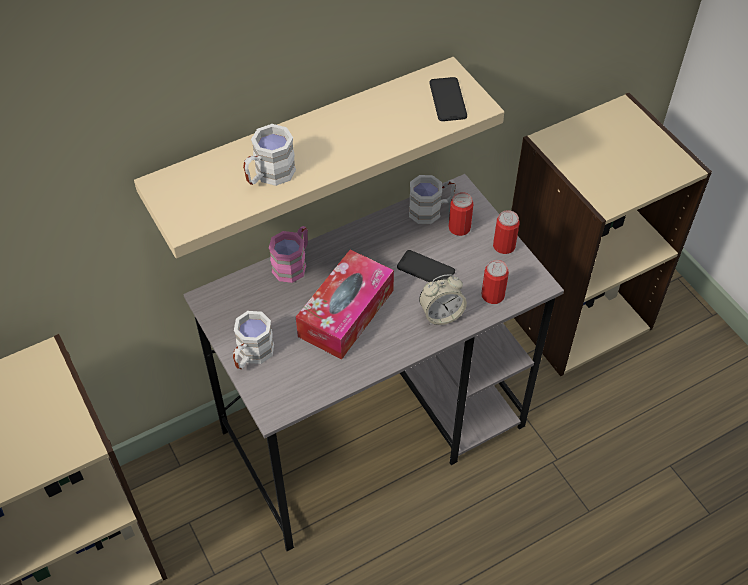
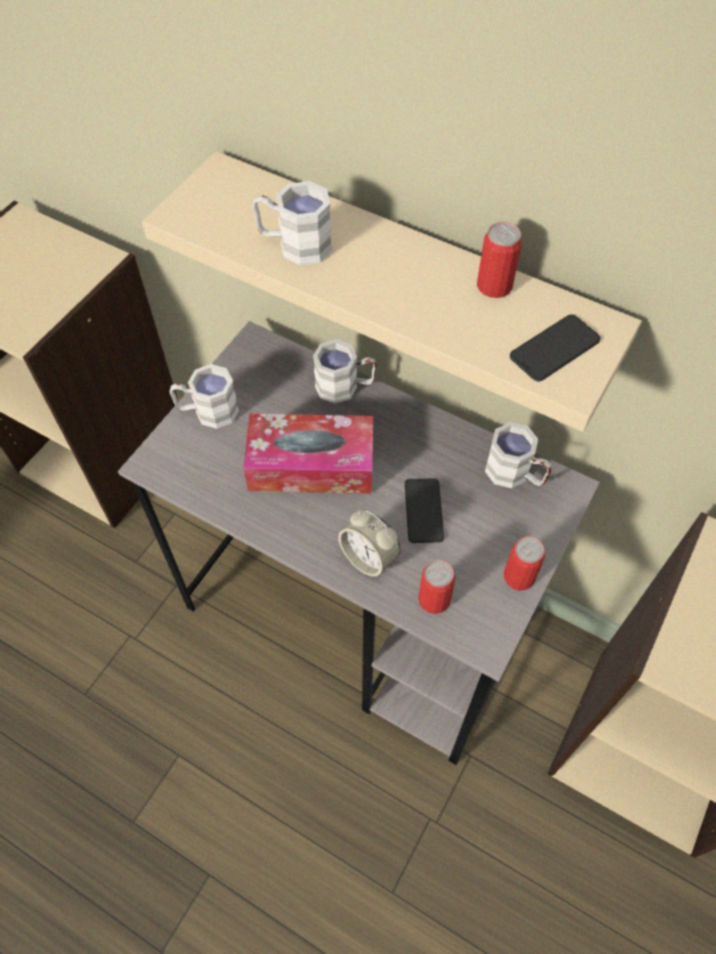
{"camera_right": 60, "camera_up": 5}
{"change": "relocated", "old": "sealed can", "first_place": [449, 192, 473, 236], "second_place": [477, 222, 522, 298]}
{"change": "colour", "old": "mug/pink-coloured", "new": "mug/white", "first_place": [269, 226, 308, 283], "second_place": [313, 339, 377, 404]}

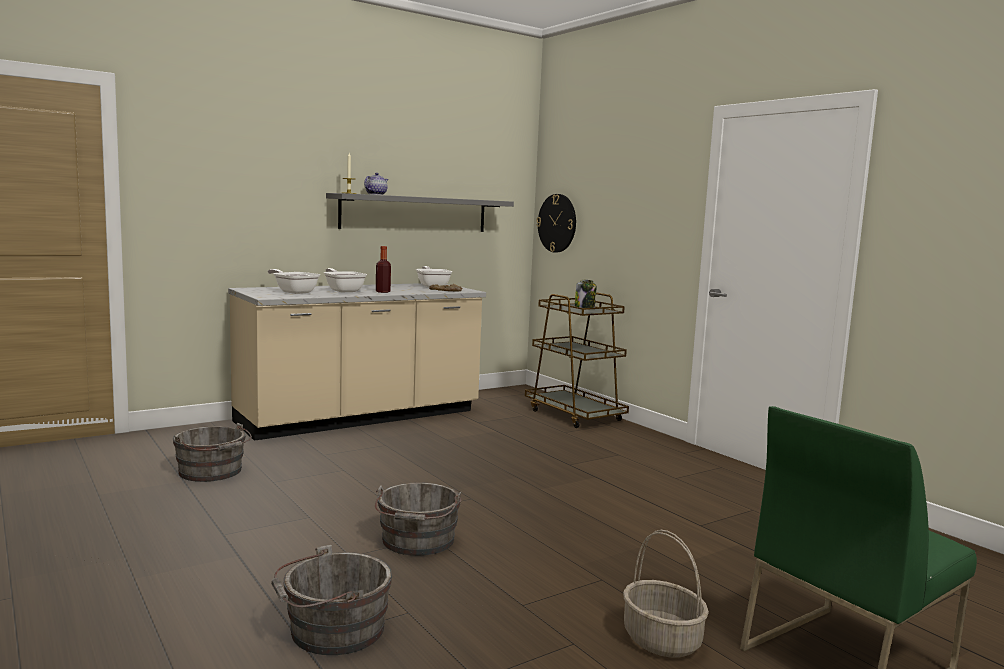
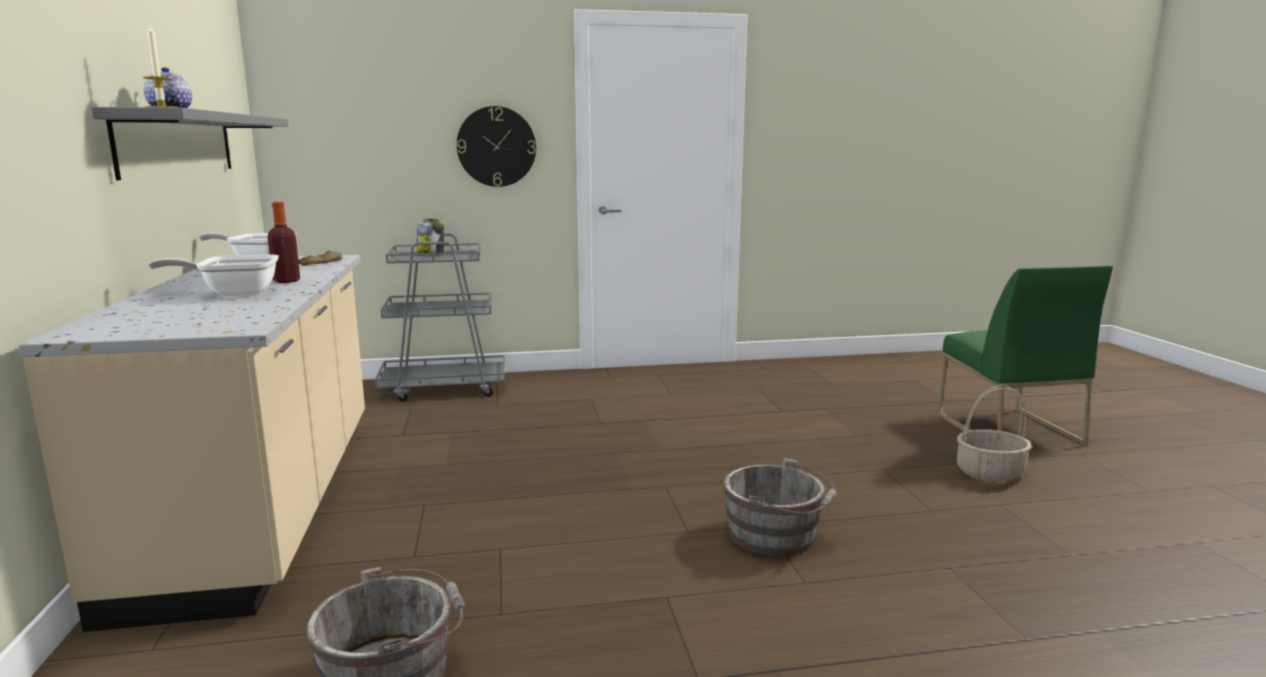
{"camera_right": -65, "camera_up": 5}
{"change": "missing", "old": "frying pan", "first_place": [268, 269, 320, 294]}
{"change": "missing", "old": "bucket/gray", "first_place": [271, 545, 392, 655]}
{"change": "relocated", "old": "hanging clock", "first_place": [536, 194, 576, 253], "second_place": [457, 106, 536, 187]}
{"change": "colour", "old": "wheeled cart/brown", "new": "wheeled cart/gray", "first_place": [525, 292, 629, 428], "second_place": [375, 233, 506, 402]}

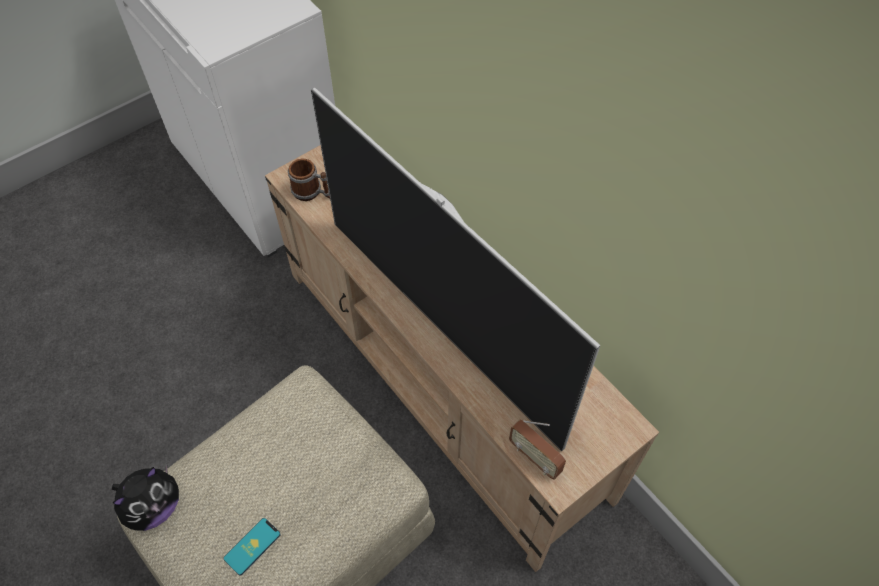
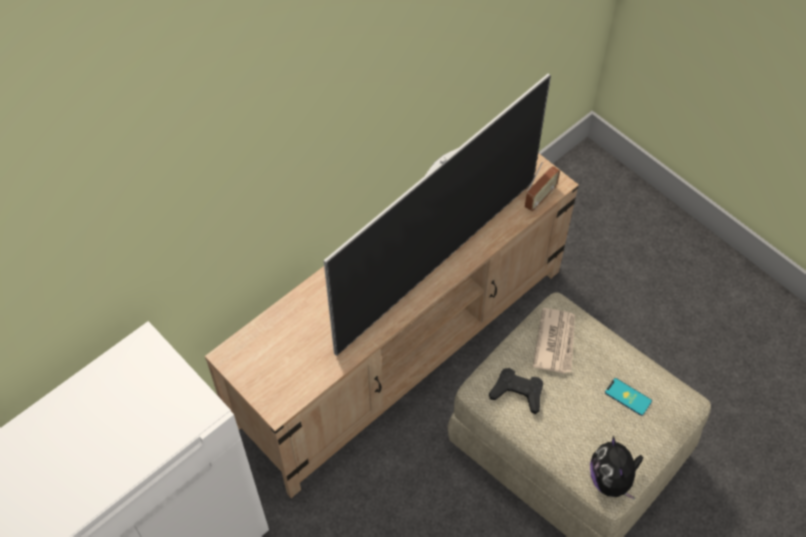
{"camera_right": -95, "camera_up": 0}
{"change": "missing", "old": "mug", "first_place": [288, 158, 330, 201]}
{"change": "appeared", "new": "game controller/black-coloured", "second_place": [489, 368, 543, 414]}
{"change": "appeared", "new": "printed paper", "second_place": [533, 308, 575, 374]}
{"change": "spun", "old": "soft toy", "first_place": [112, 463, 179, 531], "second_place": [590, 436, 643, 500], "degrees": -135}

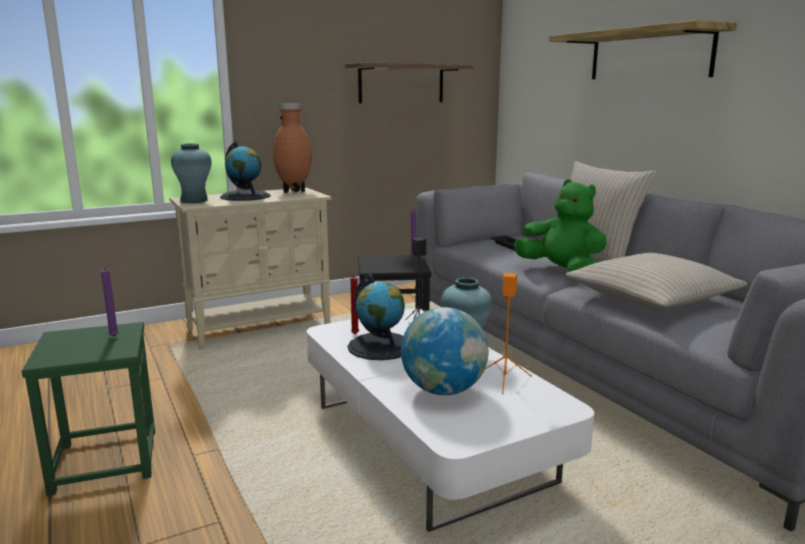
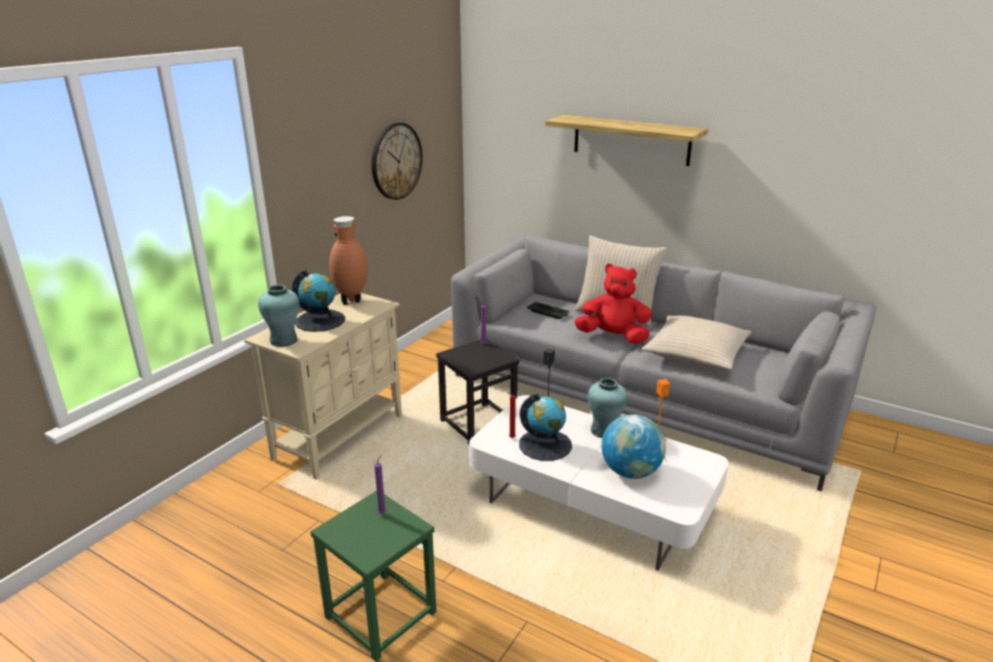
{"camera_right": -30, "camera_up": 10}
{"change": "exchanged", "old": "shelf", "new": "hanging clock", "first_place": [345, 62, 474, 103], "second_place": [372, 122, 423, 200]}
{"change": "colour", "old": "soft toy/greenish", "new": "soft toy/red-coloured", "first_place": [514, 179, 607, 272], "second_place": [574, 264, 652, 344]}

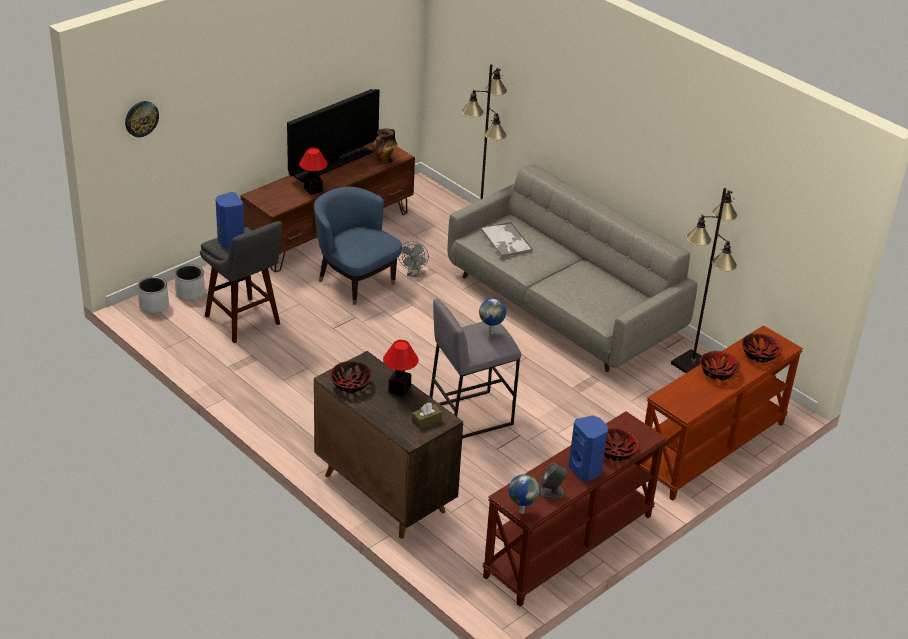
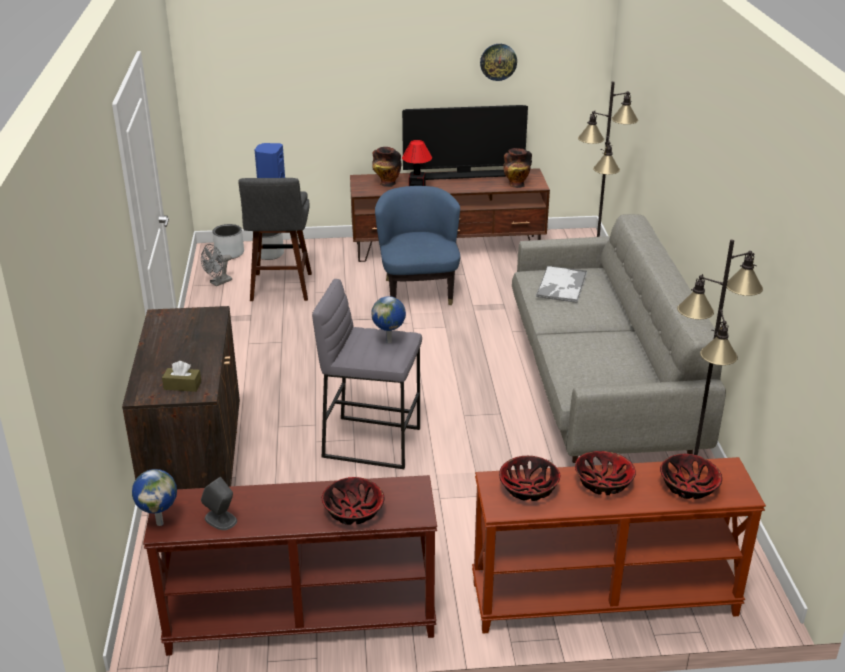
{"camera_right": 40, "camera_up": -5}
{"change": "missing", "old": "lamp for a table", "first_place": [383, 340, 418, 396]}
{"change": "missing", "old": "speaker/bluish", "first_place": [569, 415, 608, 482]}
{"change": "appeared", "new": "vase", "second_place": [372, 147, 402, 187]}
{"change": "relocated", "old": "hanging clock", "first_place": [125, 101, 159, 137], "second_place": [480, 44, 517, 81]}
{"change": "relocated", "old": "bowl", "first_place": [330, 361, 372, 393], "second_place": [499, 456, 560, 501]}
{"change": "relocated", "old": "cooling fan/gray", "first_place": [398, 241, 429, 277], "second_place": [201, 244, 232, 286]}

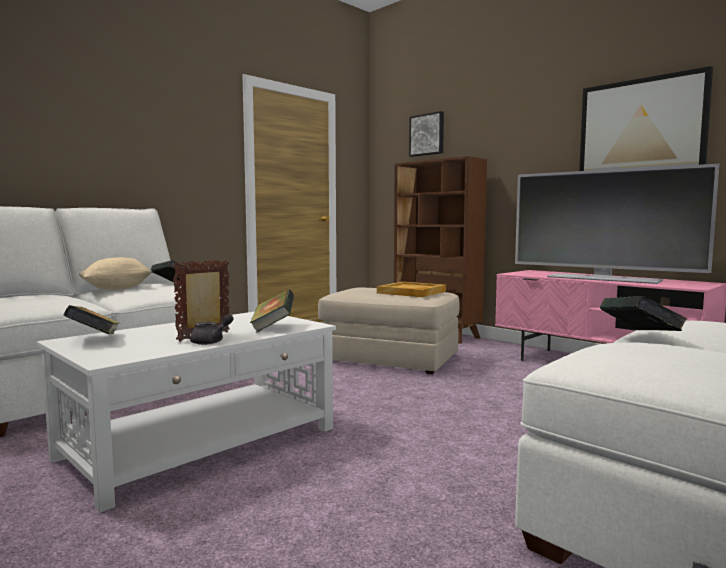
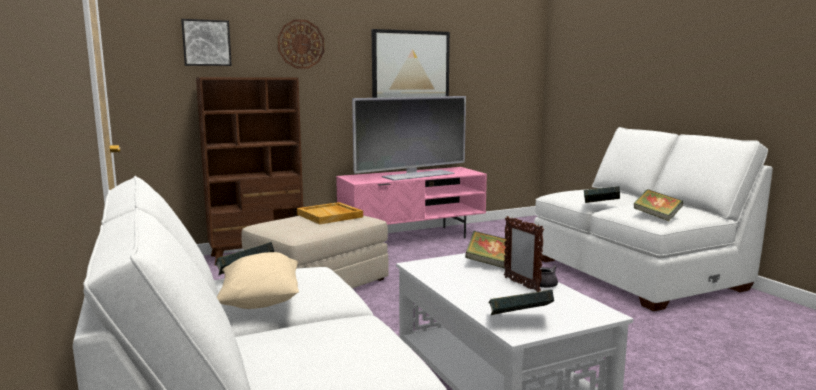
{"camera_right": -70, "camera_up": 5}
{"change": "appeared", "new": "hanging clock", "second_place": [277, 19, 325, 69]}
{"change": "appeared", "new": "book", "second_place": [634, 189, 683, 221]}

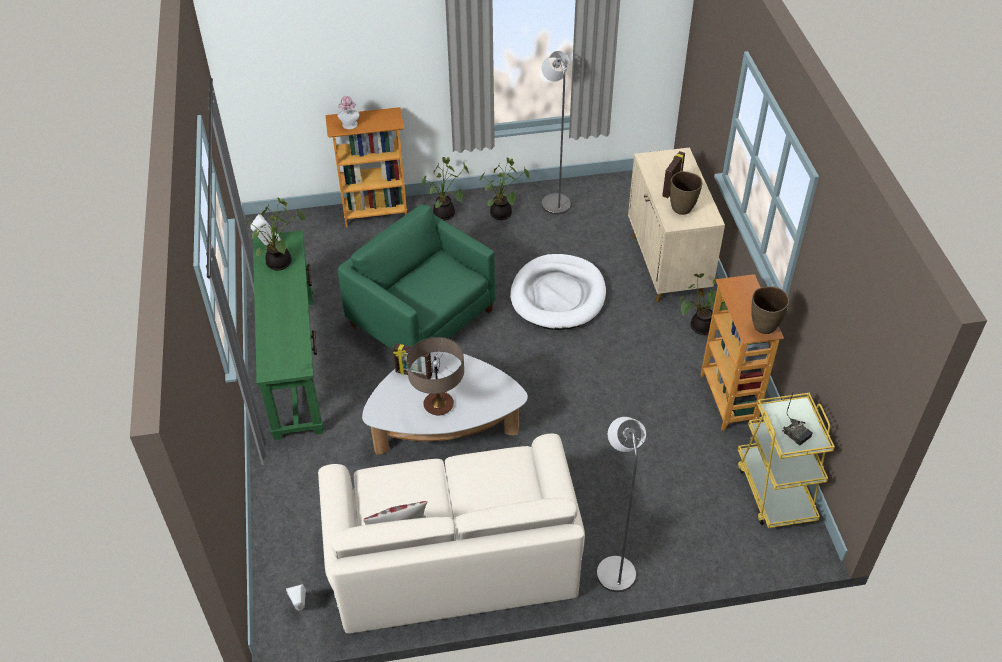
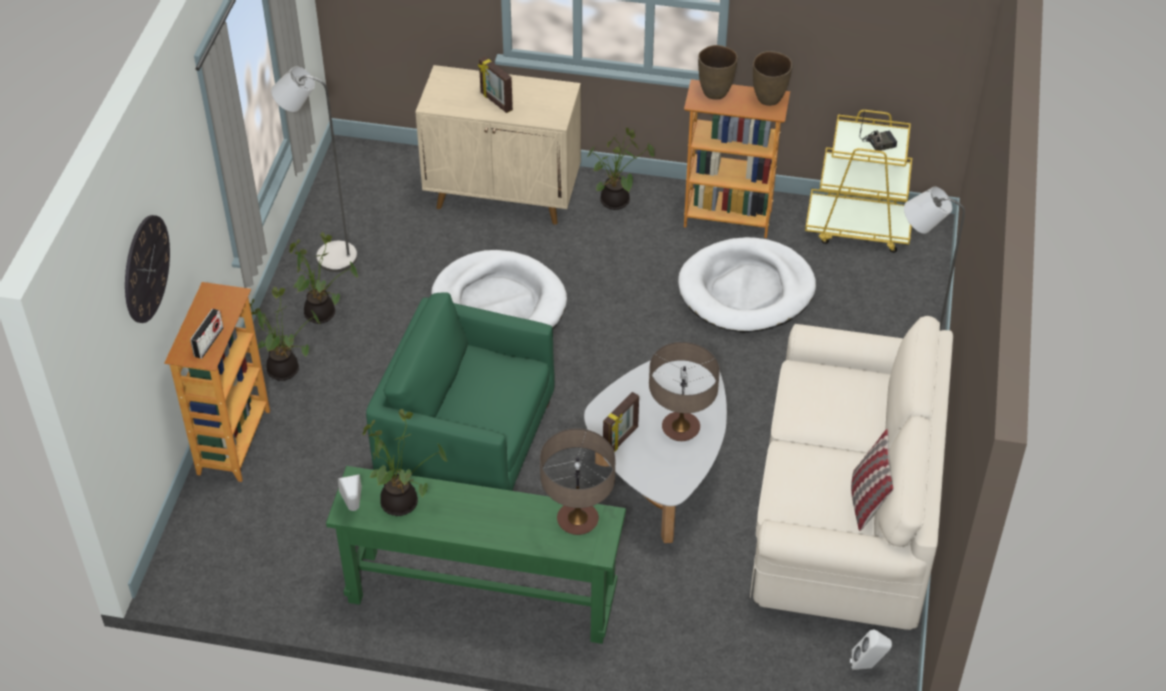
{"camera_right": -70, "camera_up": 0}
{"change": "appeared", "new": "hanging clock", "second_place": [125, 215, 170, 323]}
{"change": "appeared", "new": "lamp for a table", "second_place": [540, 428, 615, 535]}
{"change": "appeared", "new": "dog bed/white", "second_place": [678, 237, 816, 332]}
{"change": "relocated", "old": "vase/brown", "first_place": [670, 171, 702, 215], "second_place": [698, 45, 738, 100]}
{"change": "exchanged", "old": "hat", "new": "radio", "first_place": [338, 96, 360, 129], "second_place": [190, 308, 224, 359]}
{"change": "spun", "old": "lounge chair/greenish", "first_place": [338, 205, 495, 350], "second_place": [366, 292, 555, 491], "degrees": 45}

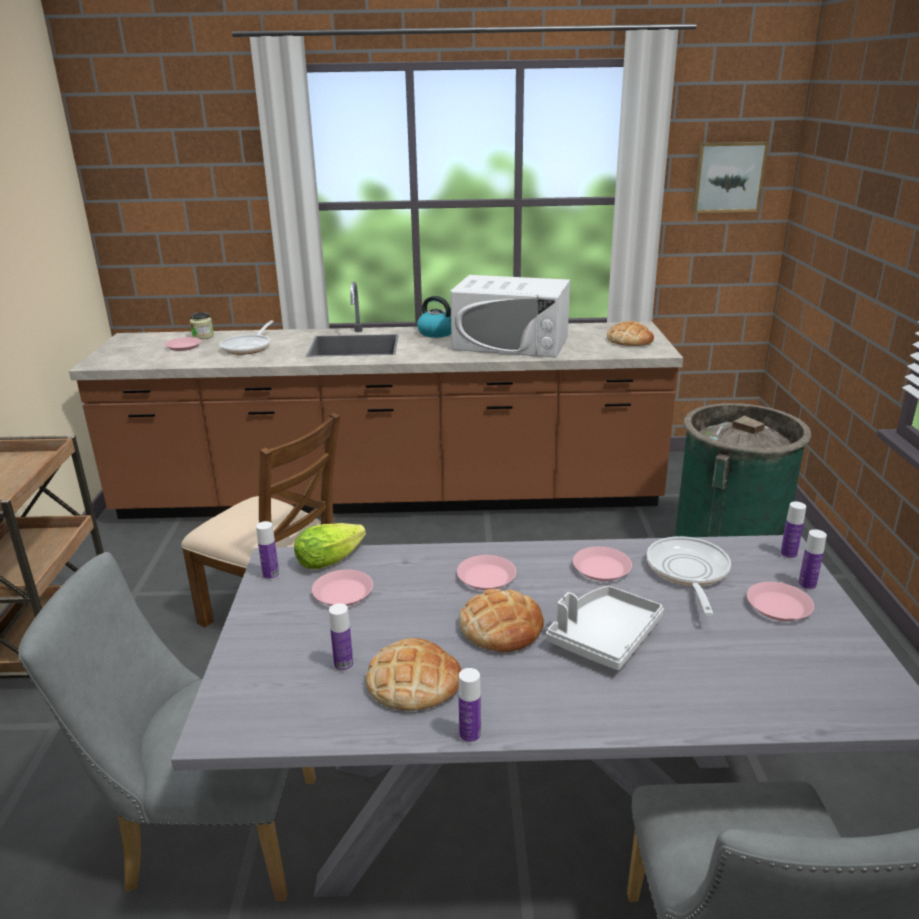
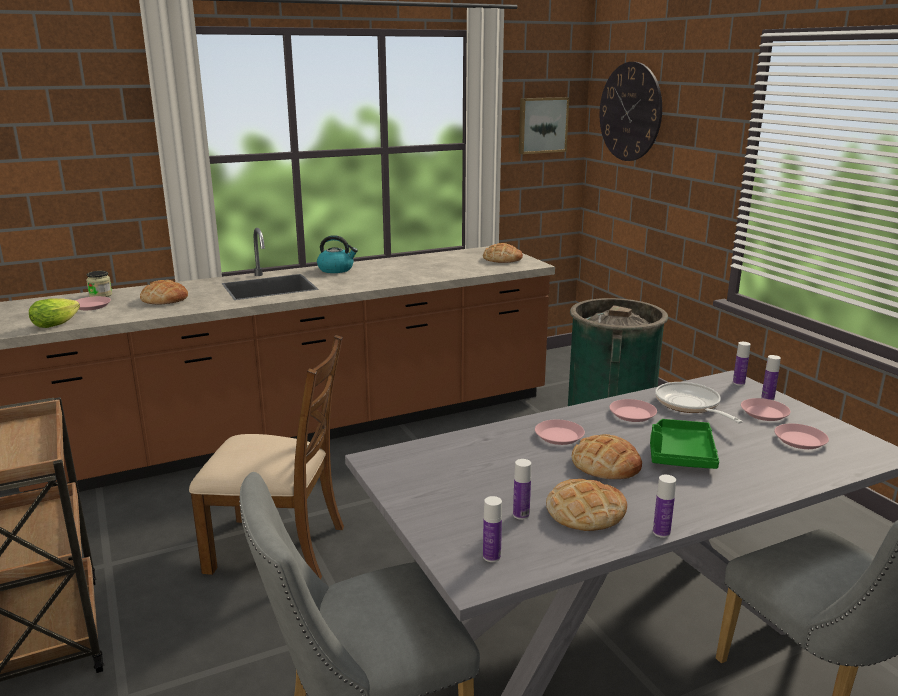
{"camera_right": -25, "camera_up": -5}
{"change": "missing", "old": "microwave/white", "first_place": [450, 275, 570, 358]}
{"change": "appeared", "new": "hanging clock", "second_place": [600, 62, 662, 161]}
{"change": "relocated", "old": "drink bottle", "first_place": [256, 521, 279, 580], "second_place": [483, 496, 502, 562]}
{"change": "relocated", "old": "lettuce head", "first_place": [294, 523, 366, 569], "second_place": [29, 298, 80, 328]}
{"change": "relocated", "old": "flat dish/pink-coloured", "first_place": [312, 570, 373, 606], "second_place": [774, 424, 829, 449]}
{"change": "exchanged", "old": "frying pan", "new": "bakery bread", "first_place": [220, 321, 274, 355], "second_place": [140, 280, 188, 304]}
{"change": "colour", "old": "tray/gray", "new": "tray/greenish", "first_place": [546, 586, 664, 670], "second_place": [650, 419, 719, 469]}

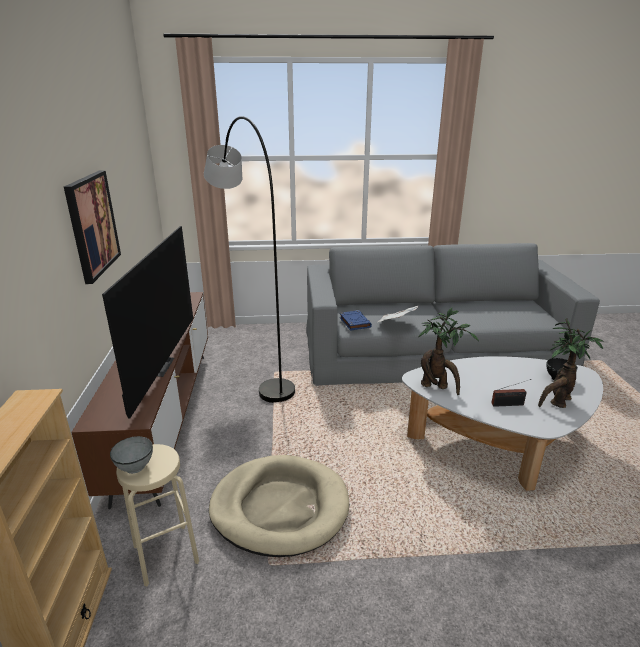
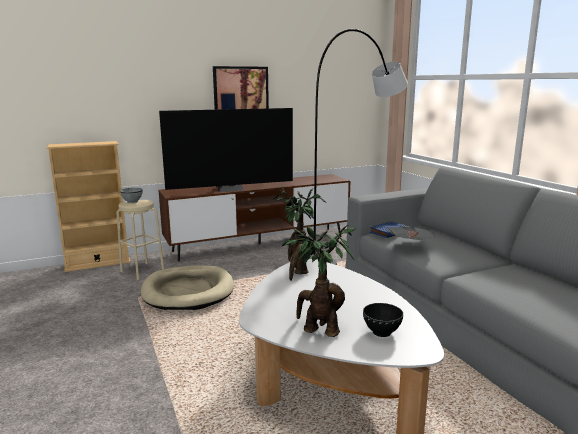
{"camera_right": 70, "camera_up": -10}
{"change": "missing", "old": "radio", "first_place": [491, 379, 531, 407]}

